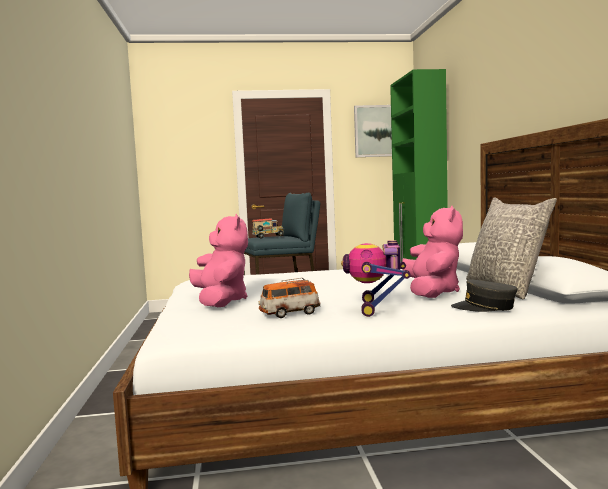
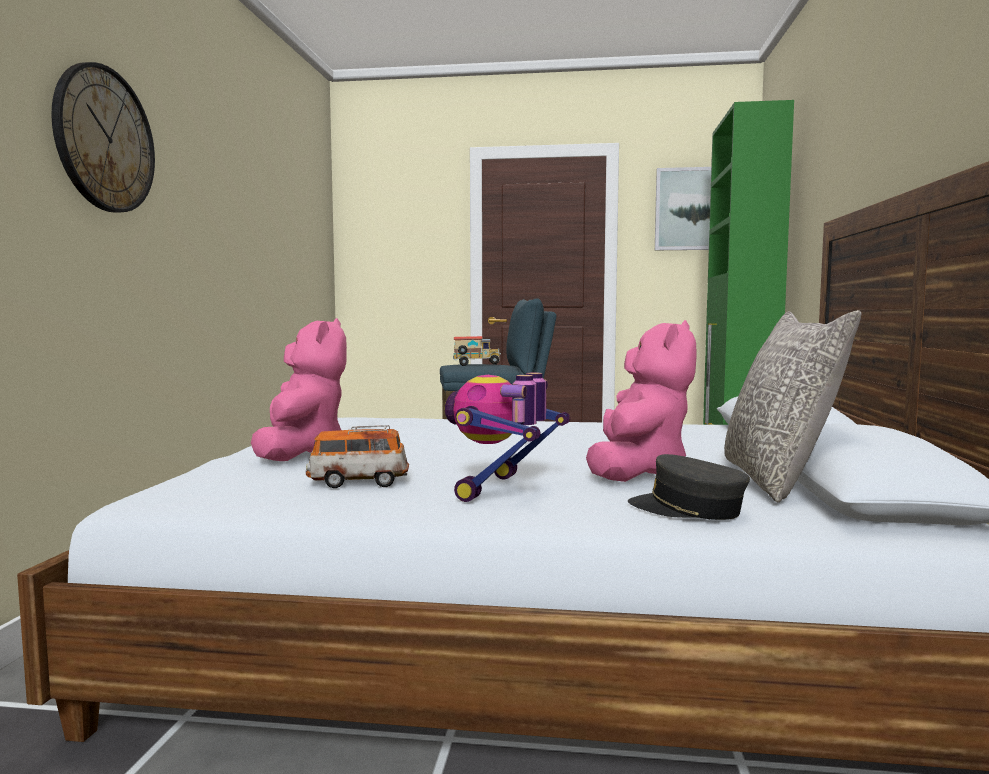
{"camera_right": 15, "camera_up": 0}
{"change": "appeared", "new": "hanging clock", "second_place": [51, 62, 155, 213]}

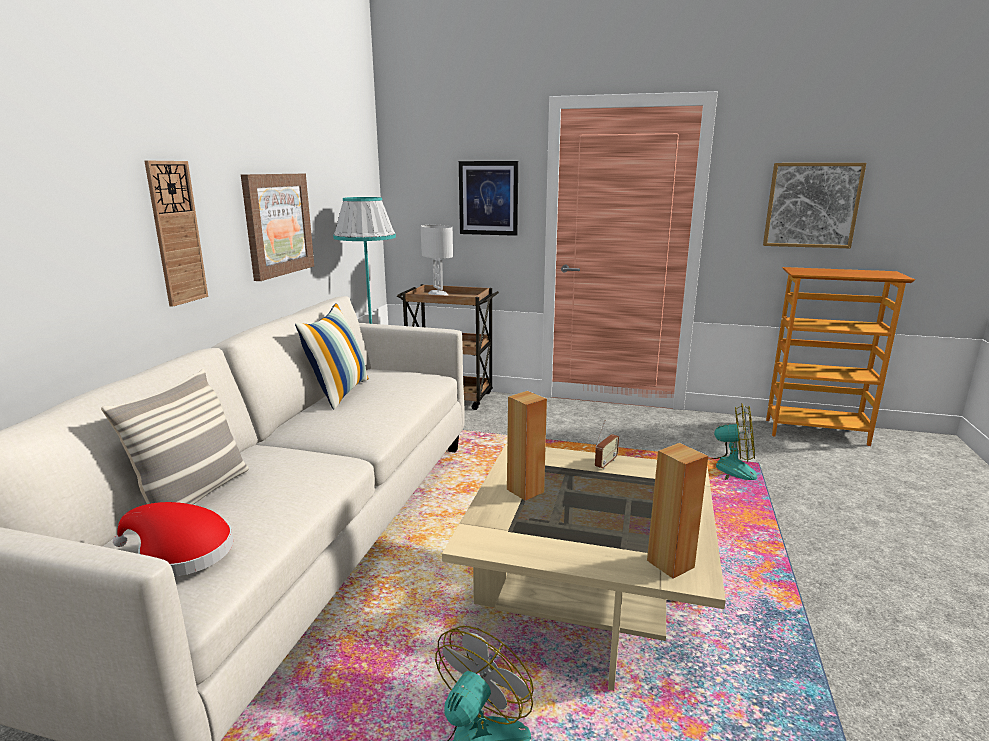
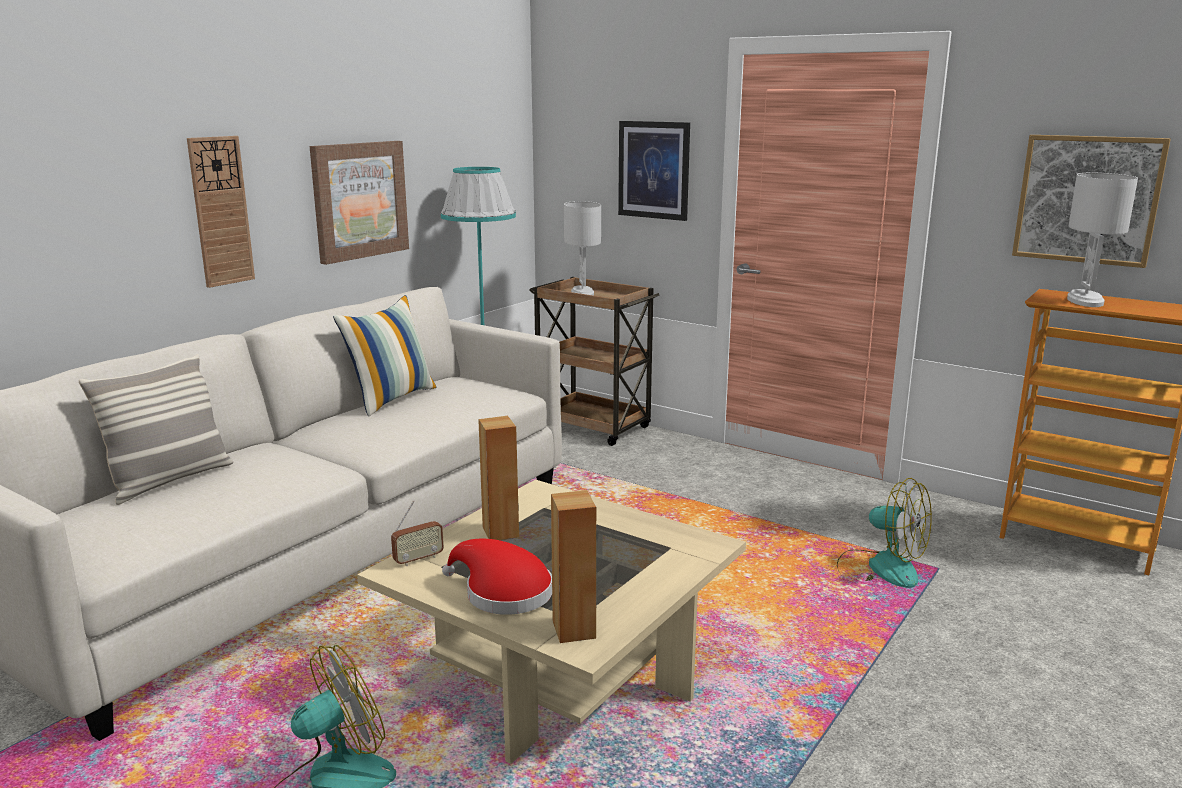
{"camera_right": 20, "camera_up": 0}
{"change": "appeared", "new": "lamp for a table/white", "second_place": [1067, 173, 1138, 307]}
{"change": "relocated", "old": "hat/red-coloured", "first_place": [113, 502, 233, 577], "second_place": [442, 539, 552, 615]}
{"change": "relocated", "old": "radio", "first_place": [595, 421, 619, 469], "second_place": [391, 501, 444, 566]}

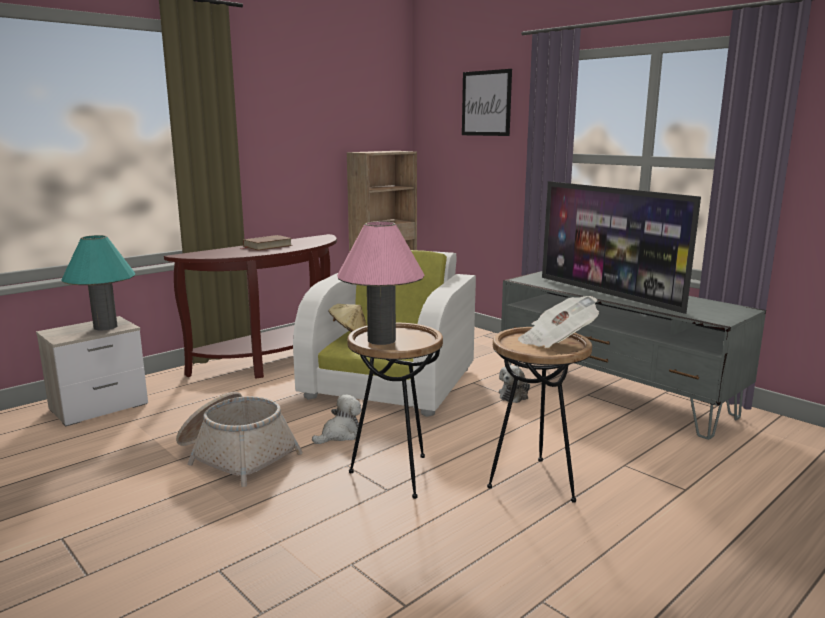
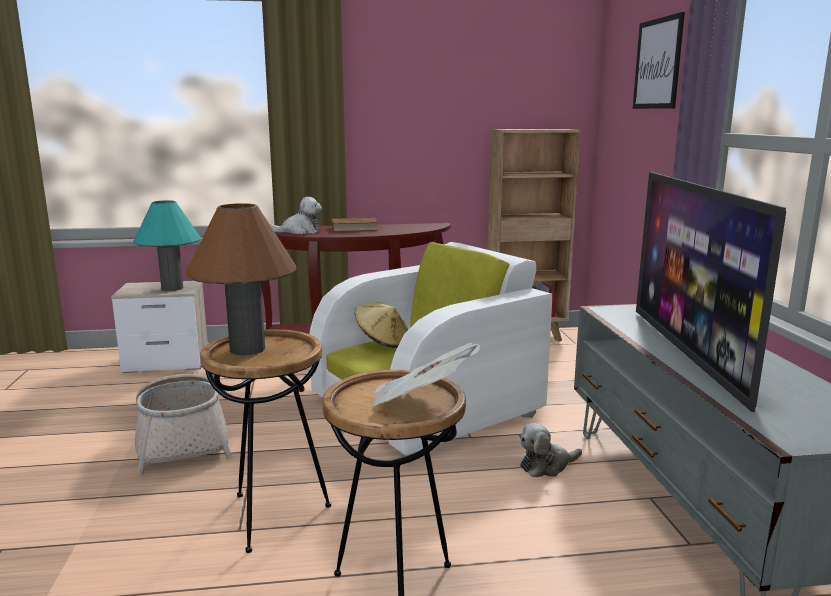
{"camera_right": 35, "camera_up": 0}
{"change": "relocated", "old": "soft toy", "first_place": [312, 395, 361, 444], "second_place": [270, 197, 322, 234]}
{"change": "colour", "old": "lamp for a table/pink-coloured", "new": "lamp for a table/brown", "first_place": [337, 221, 425, 345], "second_place": [185, 203, 296, 356]}

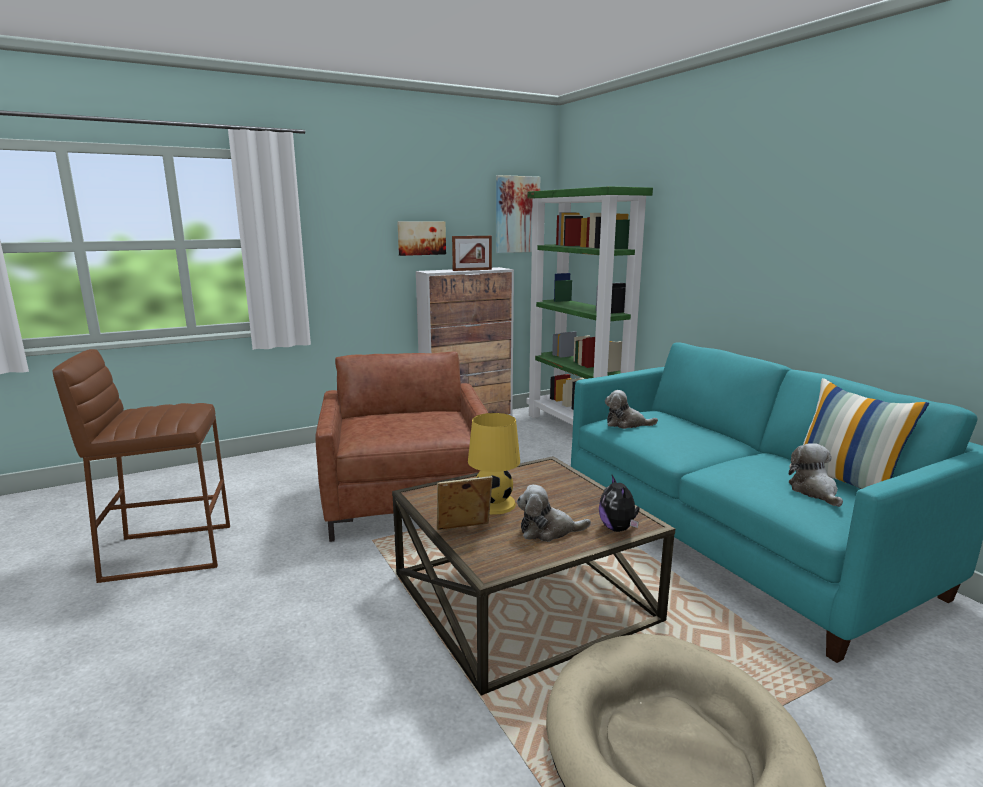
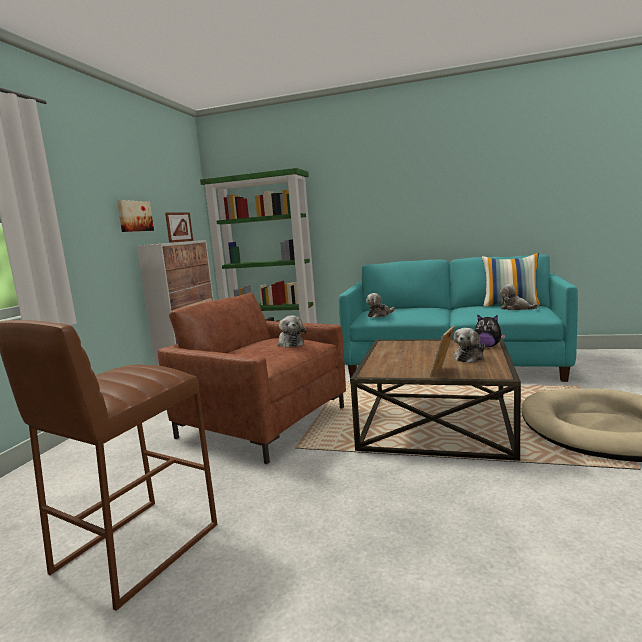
{"camera_right": -45, "camera_up": -5}
{"change": "missing", "old": "lamp for a table/yellow", "first_place": [468, 413, 520, 515]}
{"change": "missing", "old": "wall picture", "first_place": [496, 175, 540, 253]}
{"change": "appeared", "new": "soft toy", "second_place": [277, 316, 306, 348]}

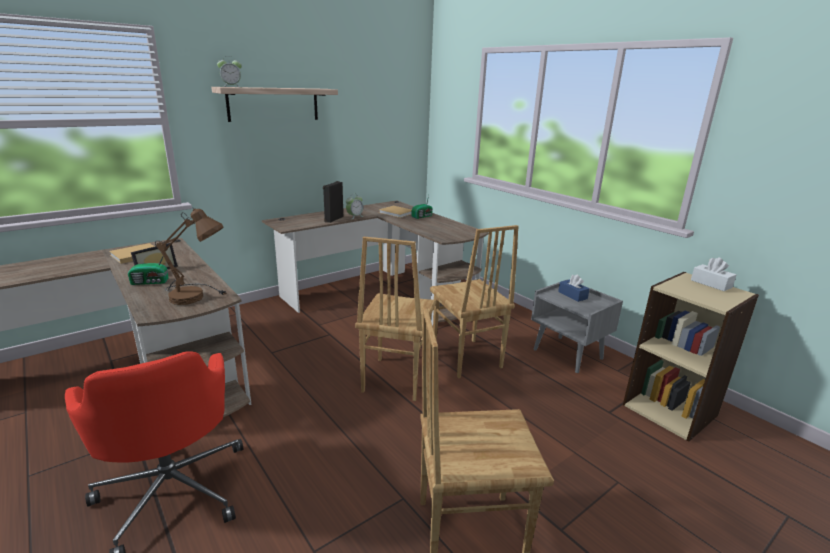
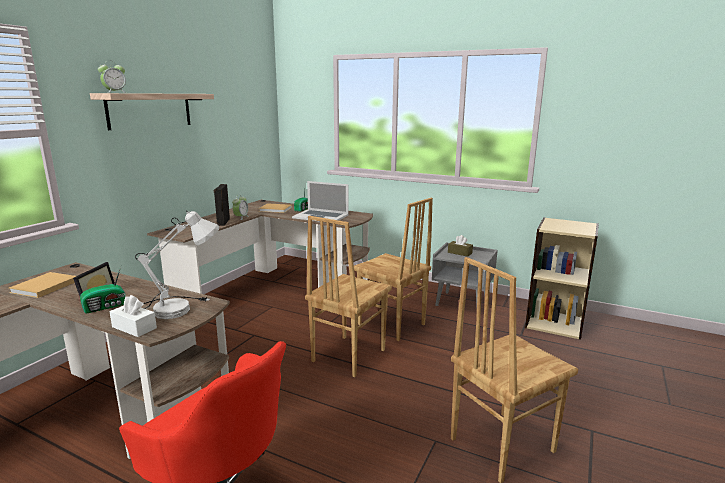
{"camera_right": -25, "camera_up": -5}
{"change": "appeared", "new": "laptop", "second_place": [292, 181, 349, 221]}
{"change": "relocated", "old": "tissue box/white", "first_place": [691, 257, 736, 291], "second_place": [110, 295, 157, 337]}
{"change": "colour", "old": "lamp for a table/brown", "new": "lamp for a table/white", "first_place": [155, 207, 227, 305], "second_place": [135, 210, 220, 319]}
{"change": "colour", "old": "tissue box/bluish", "new": "tissue box/brown", "first_place": [558, 274, 589, 302], "second_place": [448, 235, 473, 257]}
{"change": "spun", "old": "plain chair/brown", "first_place": [355, 237, 436, 401], "second_place": [305, 216, 392, 377], "degrees": 45}

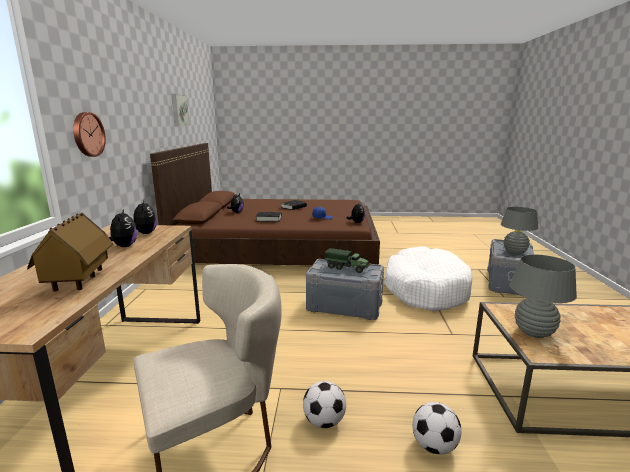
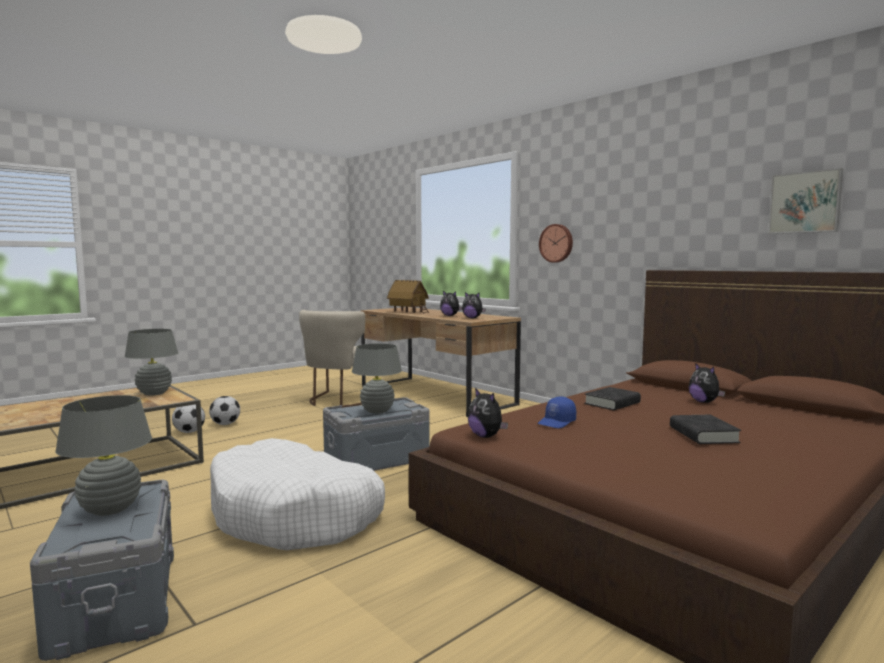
{"camera_right": 135, "camera_up": -10}
{"change": "relocated", "old": "football ball", "first_place": [303, 381, 346, 428], "second_place": [172, 404, 205, 433]}
{"change": "exchanged", "old": "toy truck", "new": "lamp for a table/gray", "first_place": [325, 248, 370, 273], "second_place": [352, 344, 402, 414]}

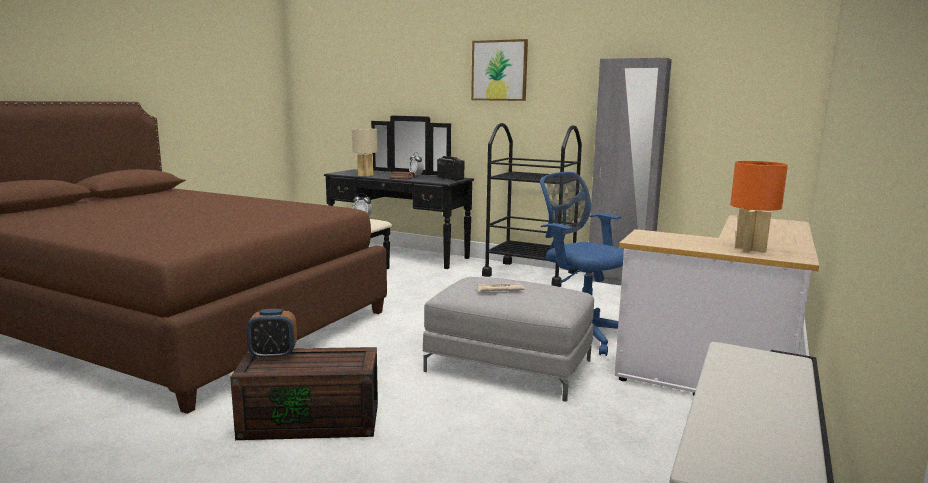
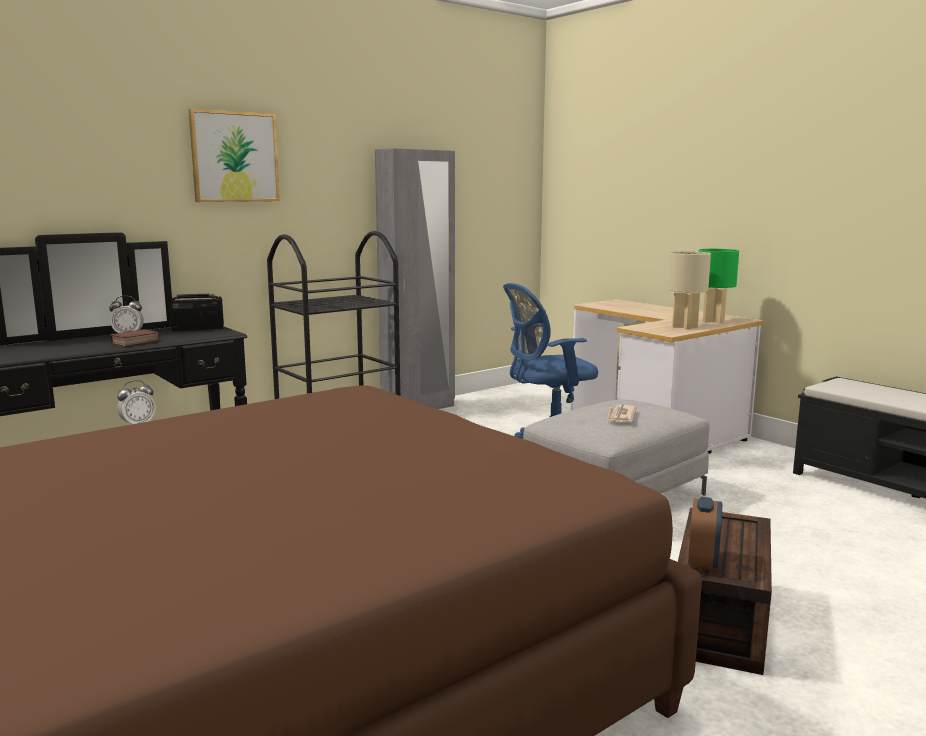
{"camera_right": -65, "camera_up": 0}
{"change": "relocated", "old": "lamp for a table/beige-coloured", "first_place": [352, 128, 377, 177], "second_place": [667, 251, 711, 330]}
{"change": "colour", "old": "lamp for a table/orange", "new": "lamp for a table/greenish", "first_place": [730, 161, 788, 253], "second_place": [699, 249, 739, 323]}

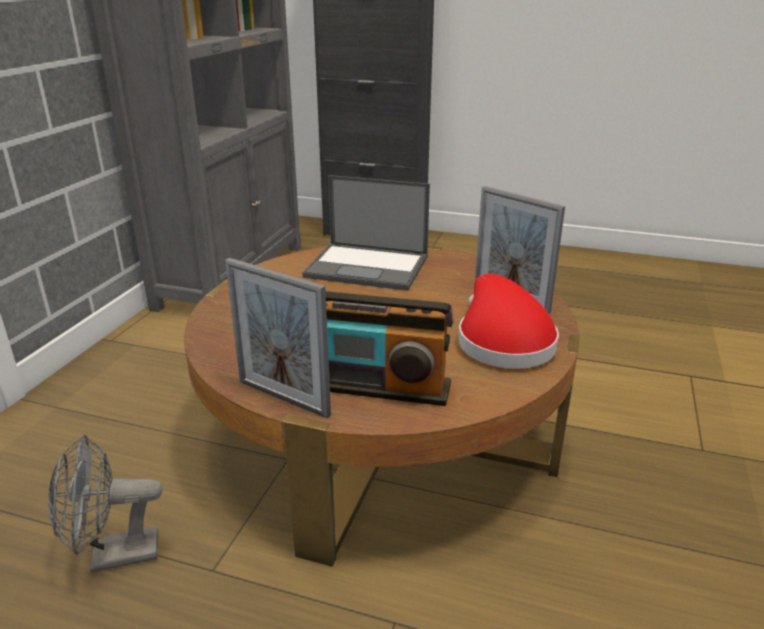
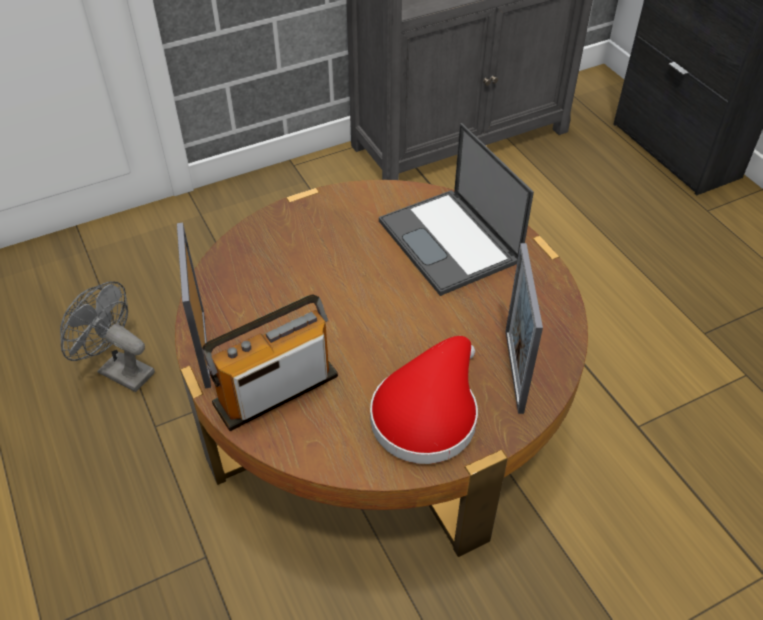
{"camera_right": 45, "camera_up": 20}
{"change": "spun", "old": "radio", "first_place": [326, 291, 454, 406], "second_place": [202, 295, 338, 431], "degrees": 90}

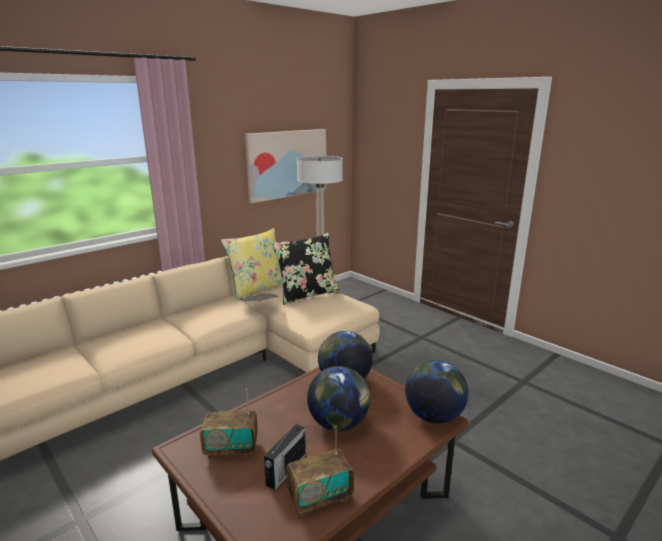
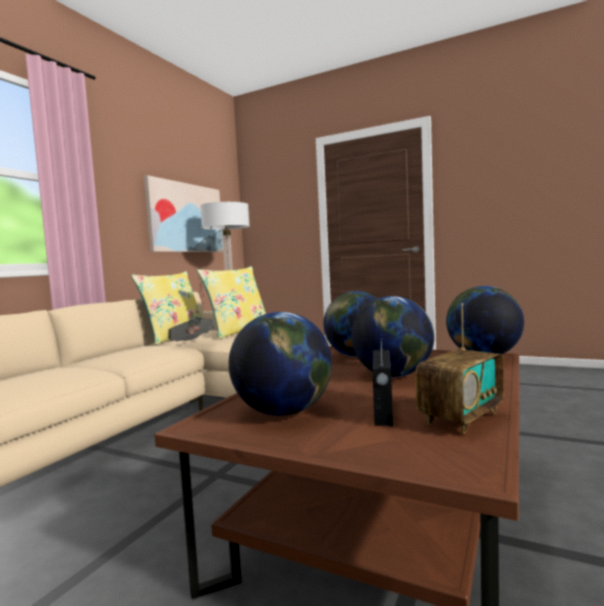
{"camera_right": -20, "camera_up": -15}
{"change": "exchanged", "old": "radio", "new": "globe", "first_place": [200, 388, 258, 459], "second_place": [229, 312, 332, 416]}
{"change": "colour", "old": "throw pillow/black-coloured", "new": "throw pillow/yellow", "first_place": [272, 233, 340, 305], "second_place": [197, 266, 266, 339]}

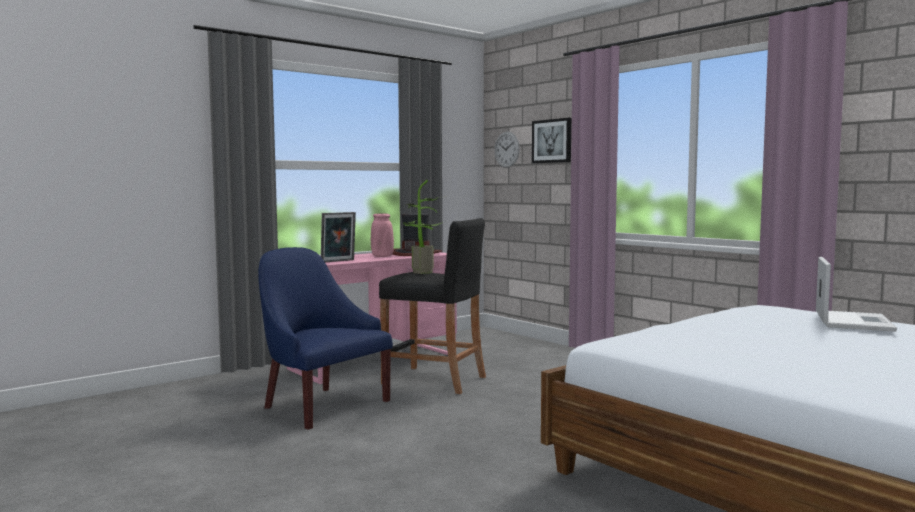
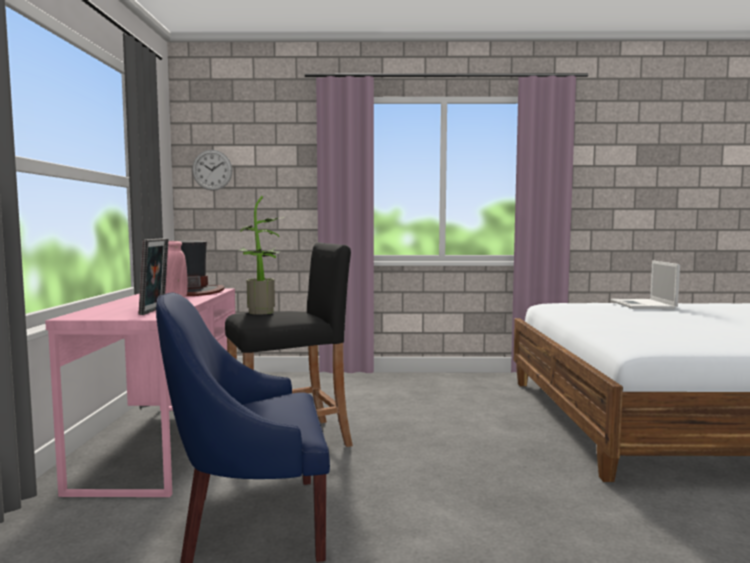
{"camera_right": -50, "camera_up": 0}
{"change": "missing", "old": "wall picture", "first_place": [532, 118, 571, 163]}
{"change": "spun", "old": "laptop", "first_place": [816, 257, 897, 332], "second_place": [611, 260, 680, 309], "degrees": -150}

